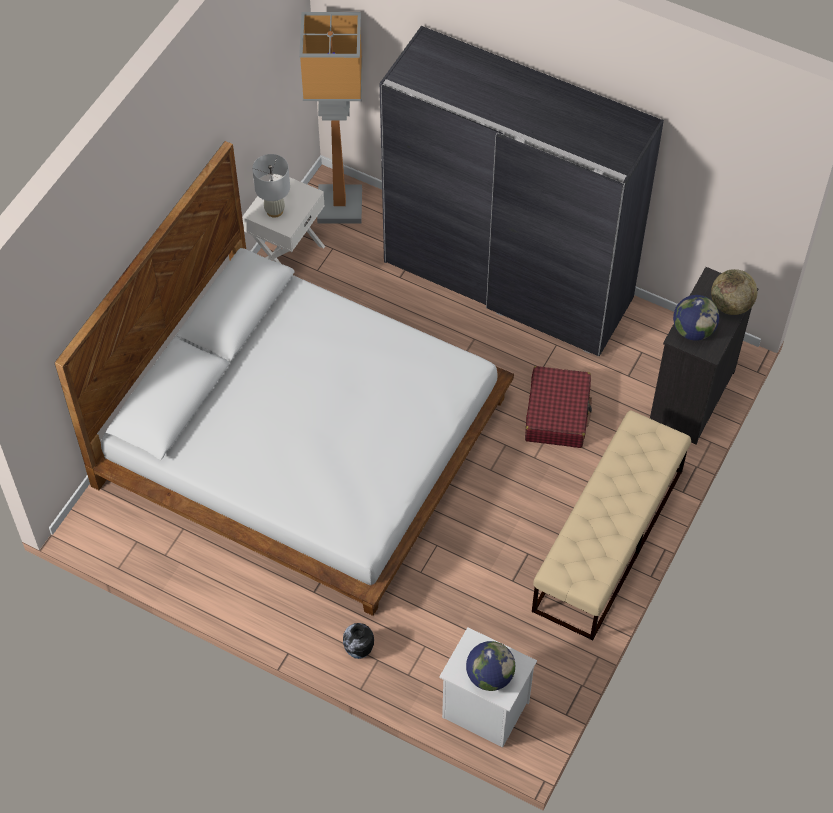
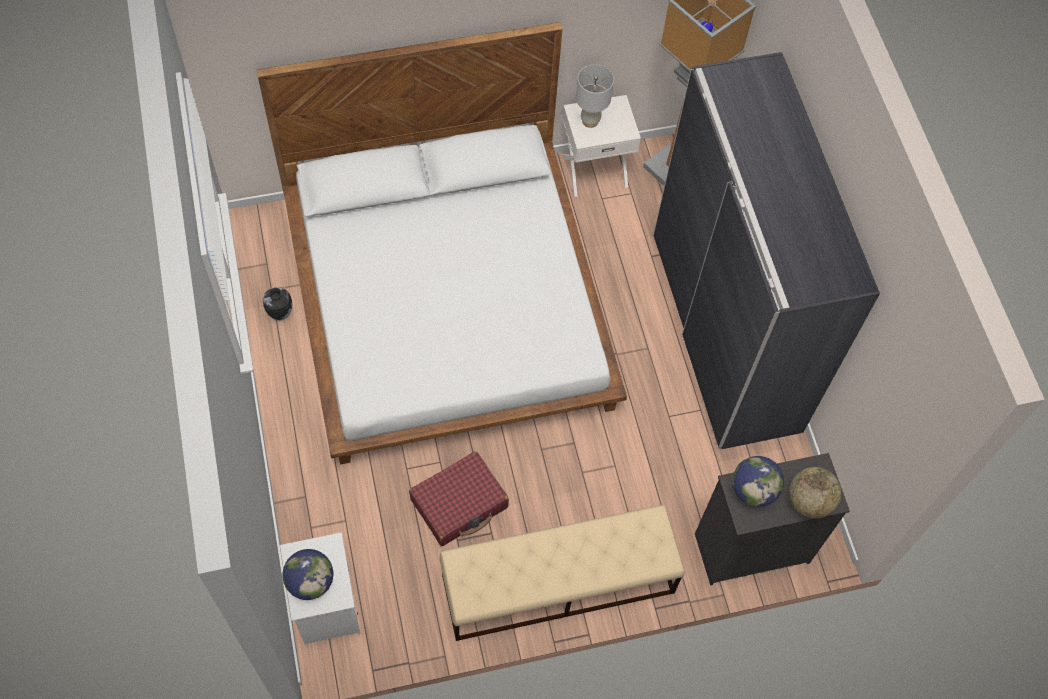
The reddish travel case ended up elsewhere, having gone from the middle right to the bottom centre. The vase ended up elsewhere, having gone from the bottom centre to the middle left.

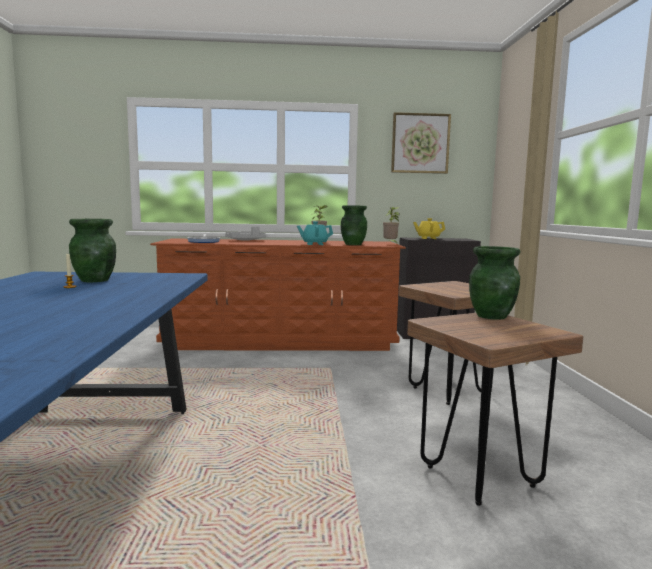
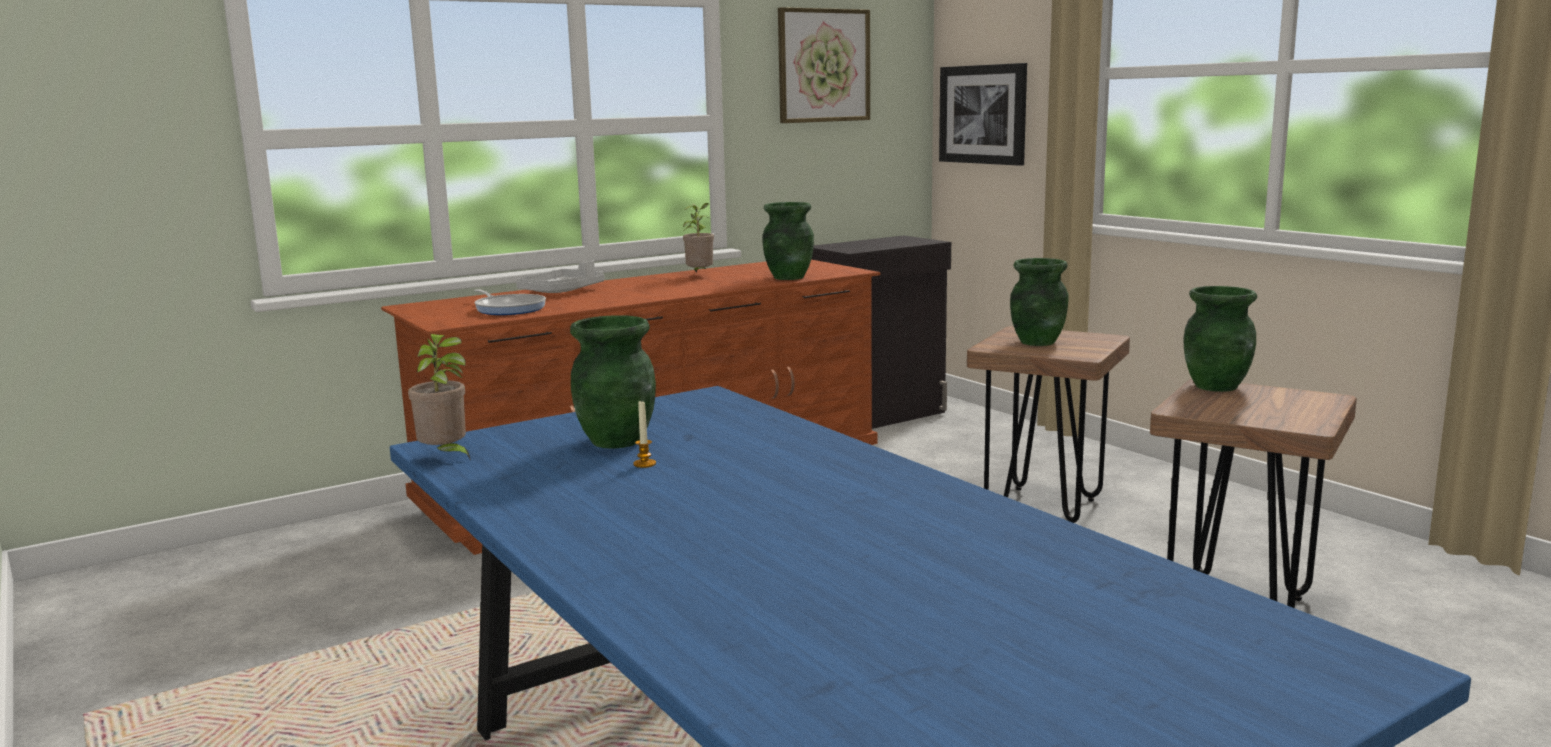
The plant in a pot (2nd from left in the first image) ended up elsewhere, having gone from the centre to the middle left. The second view lost the yellowish tea pot at the centre. The second view lost the turquoise tea pot at the centre. The second view gained the wall art (2nd from left) at the top centre. The second view gained the green-coloured vase (3rd from left) at the middle right.

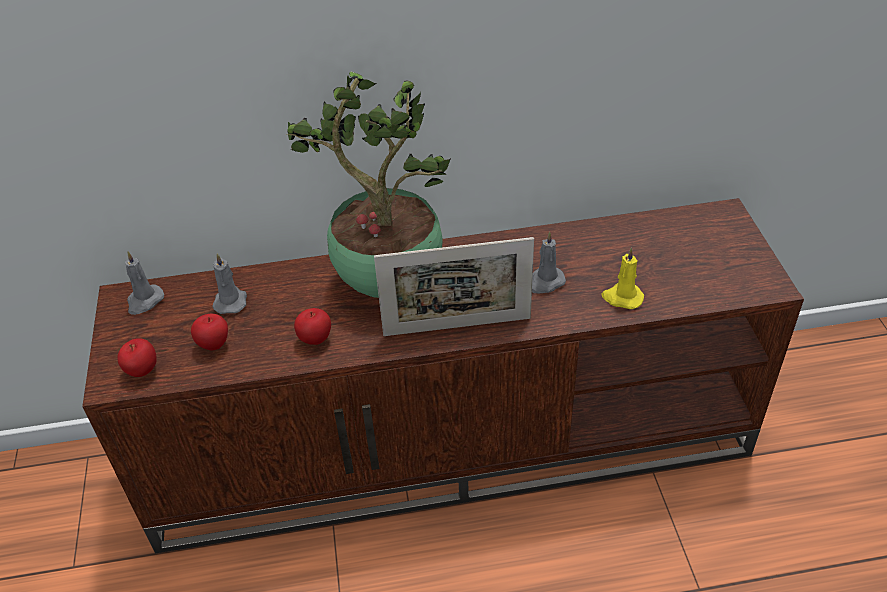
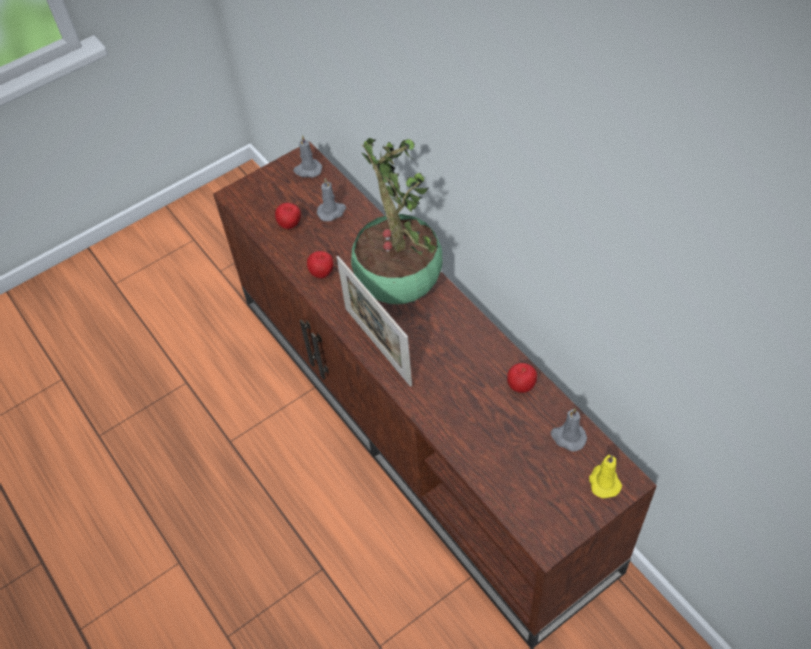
The gray wax light (3rd from left) ended up elsewhere, having gone from the centre to the middle right. The yellowish wax light ended up elsewhere, having gone from the middle right to the bottom right. The apple (1st from left in the first image) ended up elsewhere, having gone from the middle left to the centre.

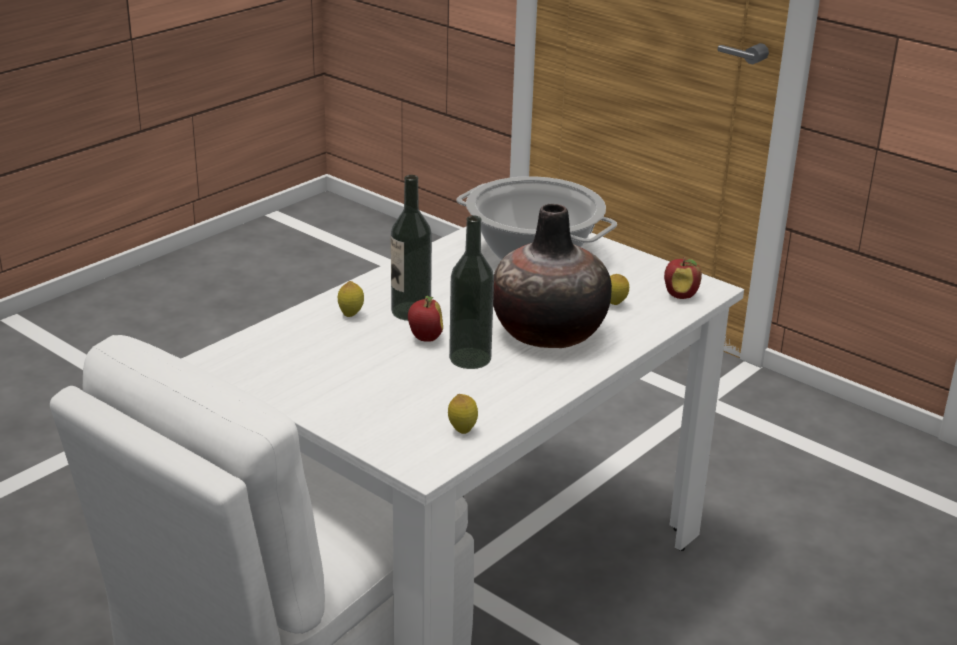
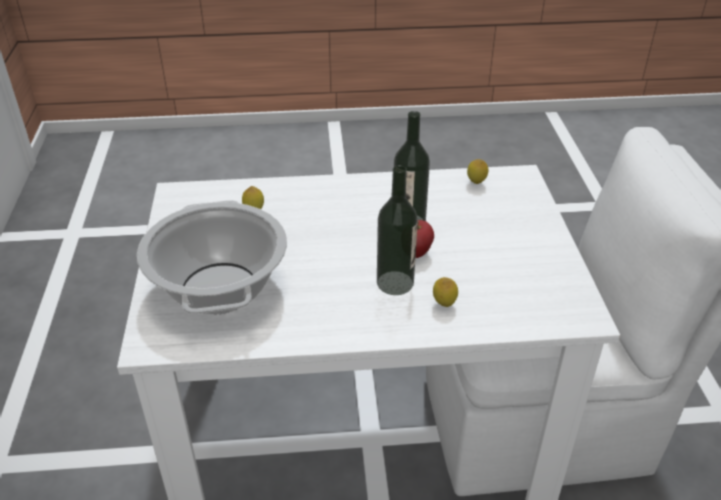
The second view lost the vase at the centre. The second view lost the apple (2nd from left) at the middle right.

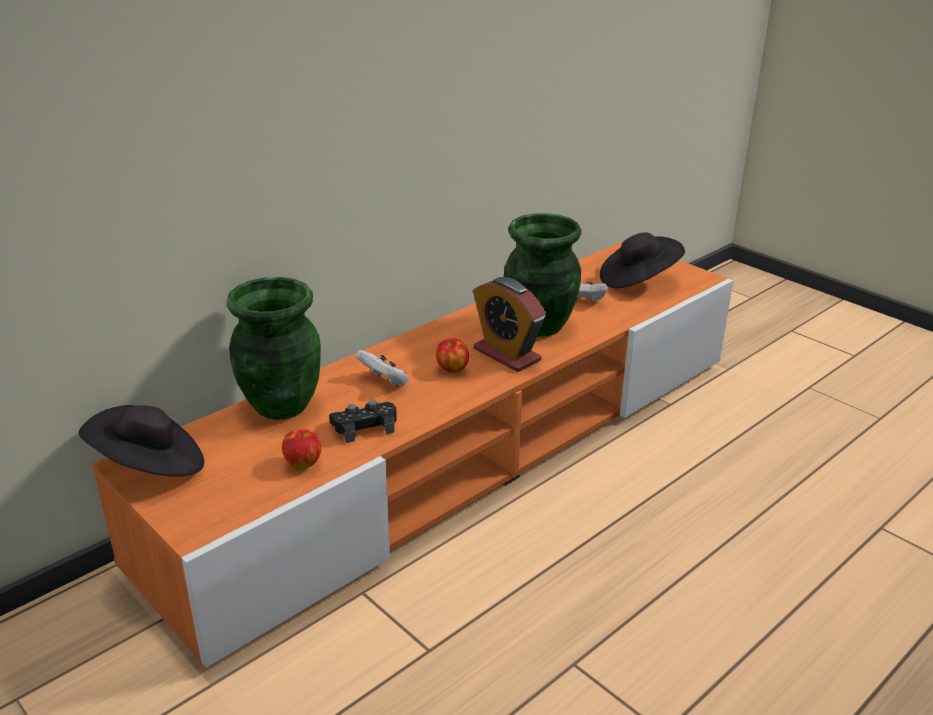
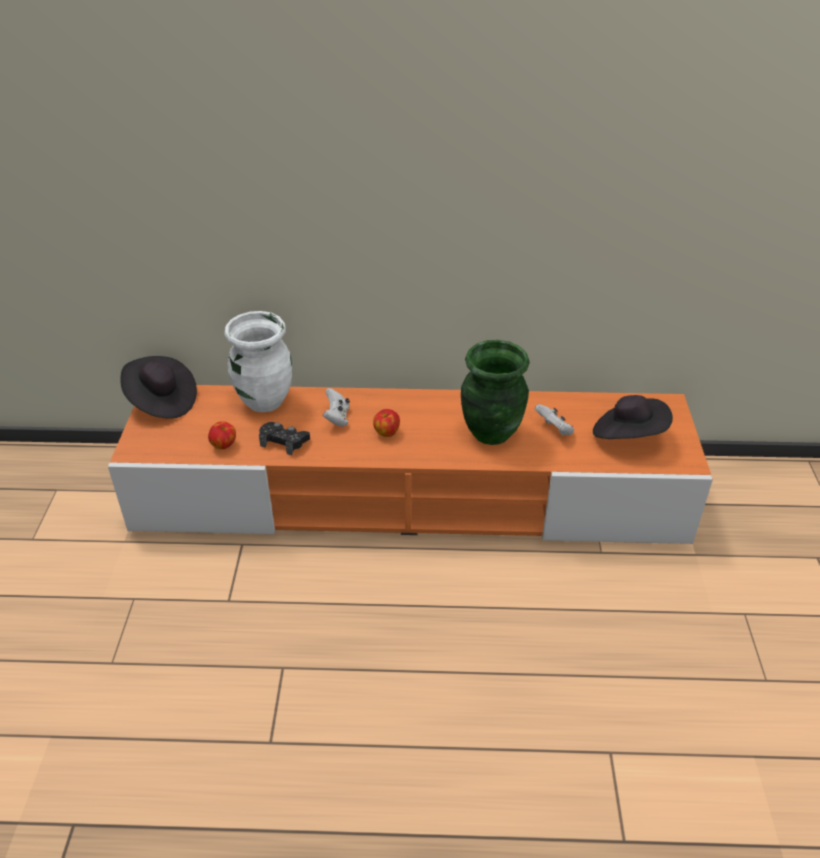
What was the green-coloured vase (1st from left) at the middle left turned into the whitish vase at the middle left. The second view lost the alarm clock at the centre.

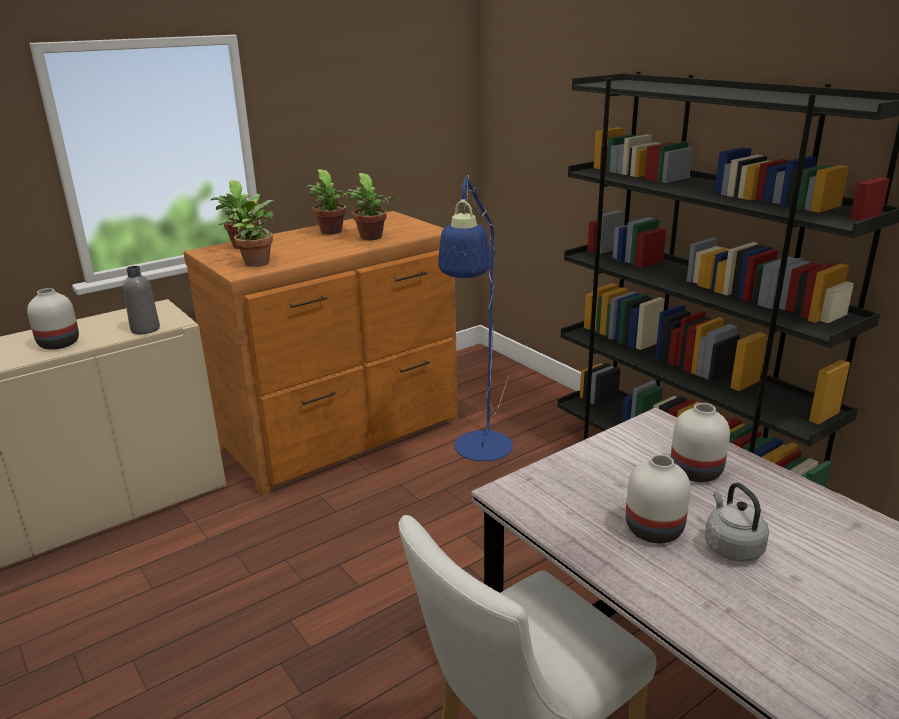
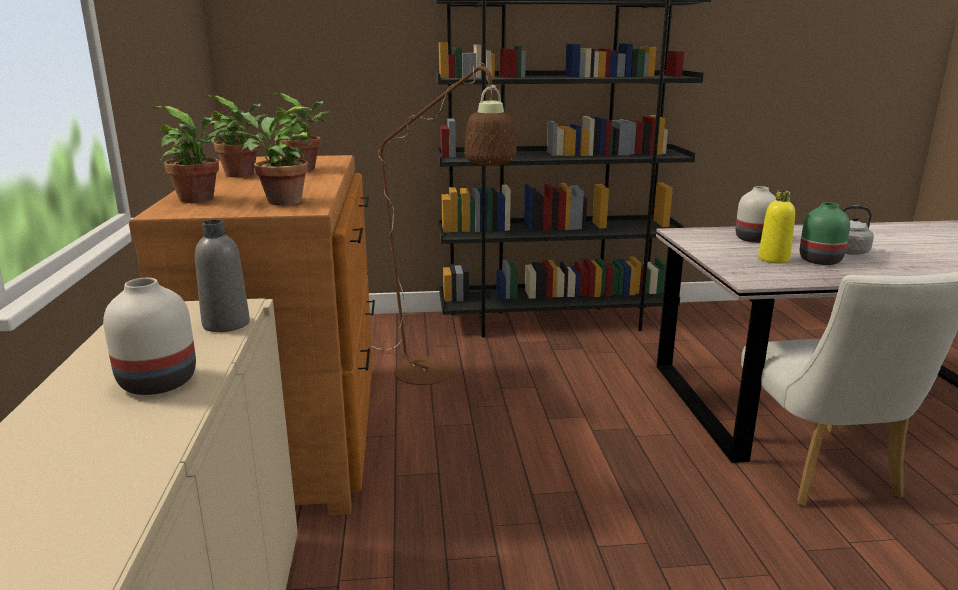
What was the bluish standing lamp at the centre turned into the brown-coloured standing lamp at the centre. What was the whitish vase (2nd from left) at the bottom right turned into the green-coloured vase at the middle right. The second view gained the yellowish drink bottle at the middle right.

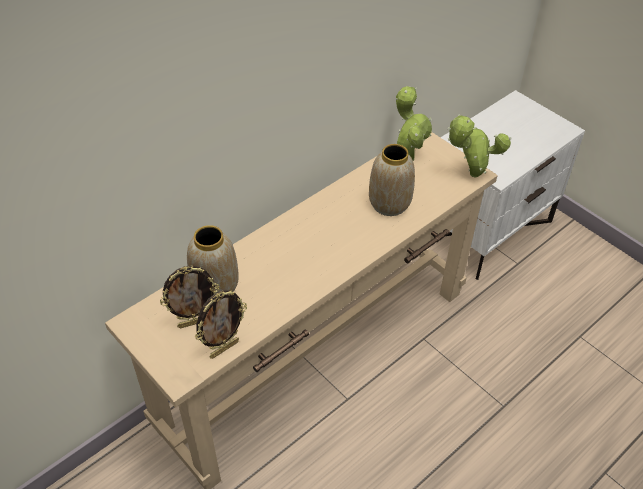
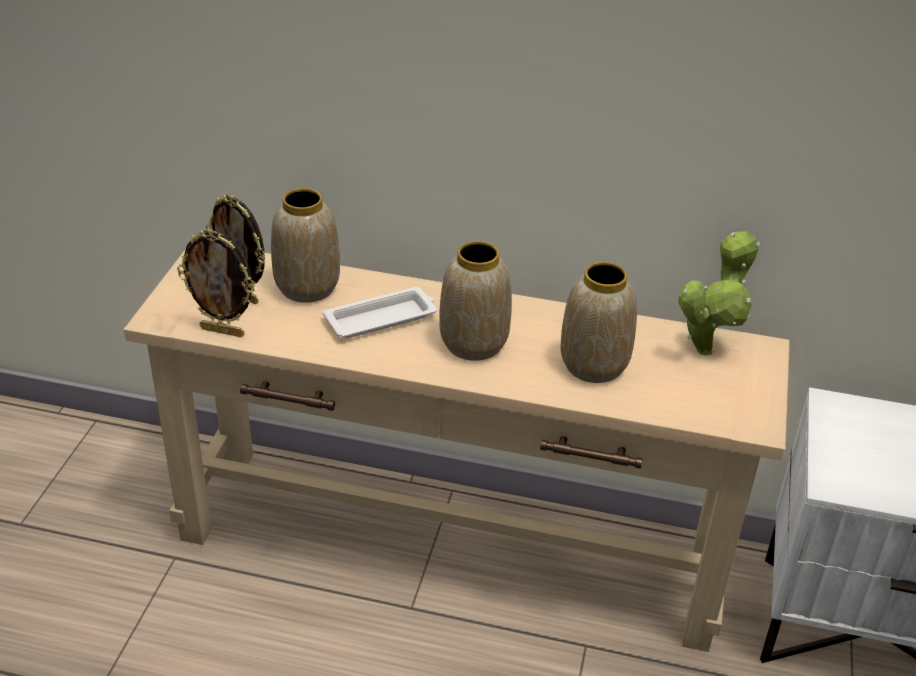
The second view lost the plant in a pot (2nd from left) at the top right. The second view gained the vase (2nd from left) at the centre. The second view gained the whitish tray at the centre.

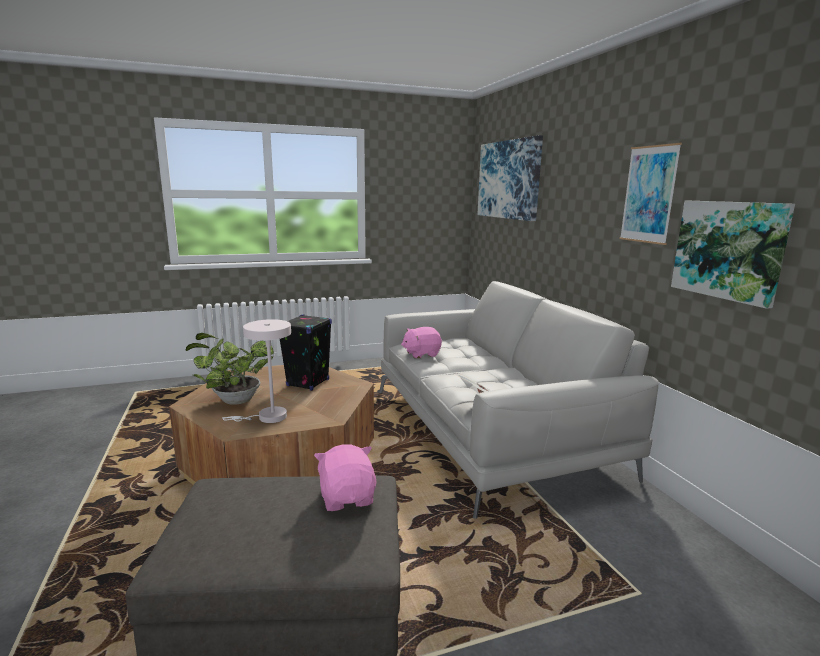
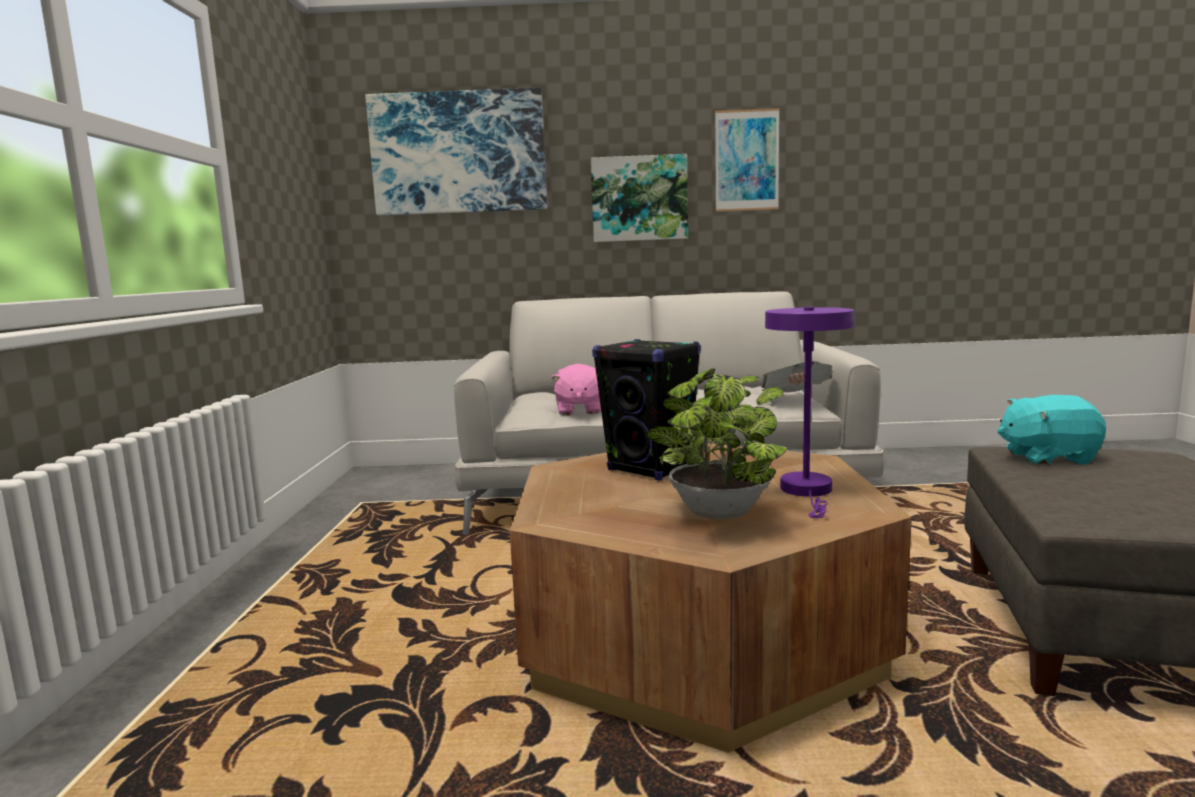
The wall art (3rd from left in the first image) ended up elsewhere, having gone from the middle right to the top centre. What was the whitish table lamp at the middle left turned into the purple table lamp at the middle right. What was the pinkish soft toy (1st from left) at the bottom centre turned into the turquoise soft toy at the middle right.

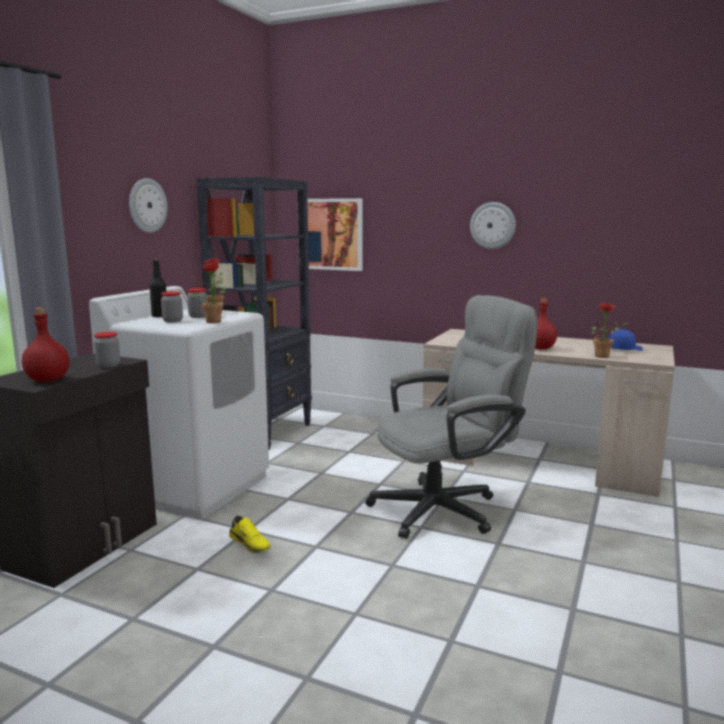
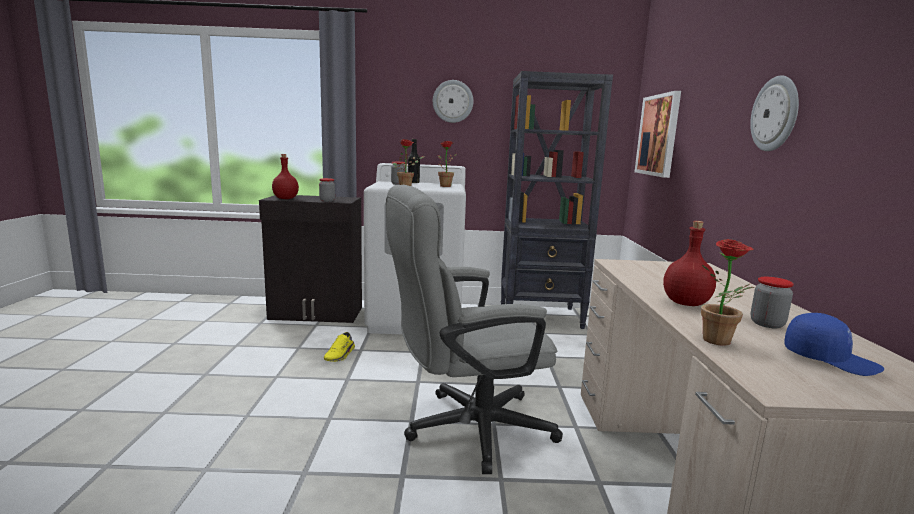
The preserve jar (3rd from left) ended up elsewhere, having gone from the middle left to the middle right. The gray computer chair at the centre ended up facing another way, 120 degrees clockwise from before.

